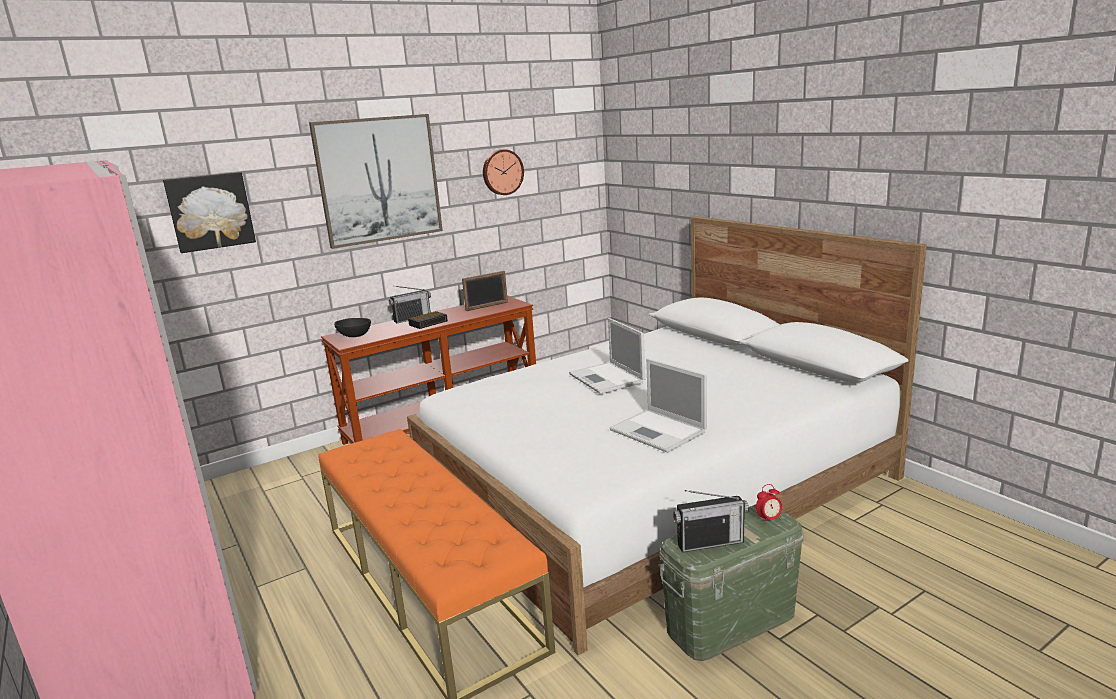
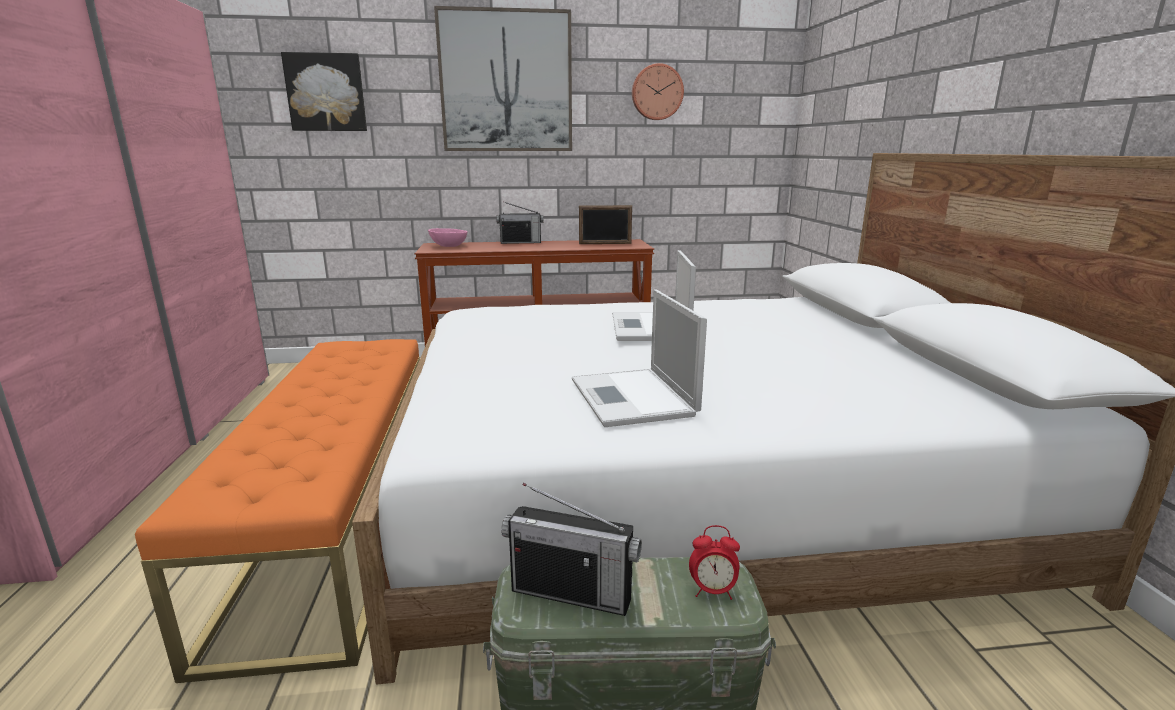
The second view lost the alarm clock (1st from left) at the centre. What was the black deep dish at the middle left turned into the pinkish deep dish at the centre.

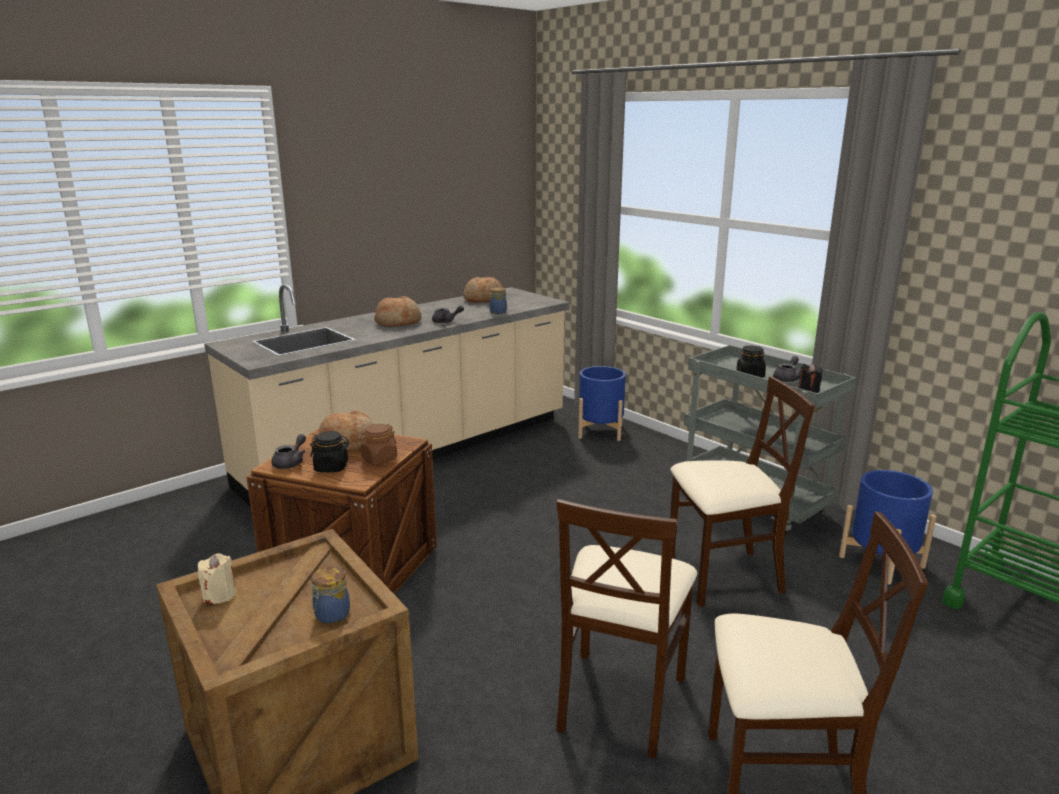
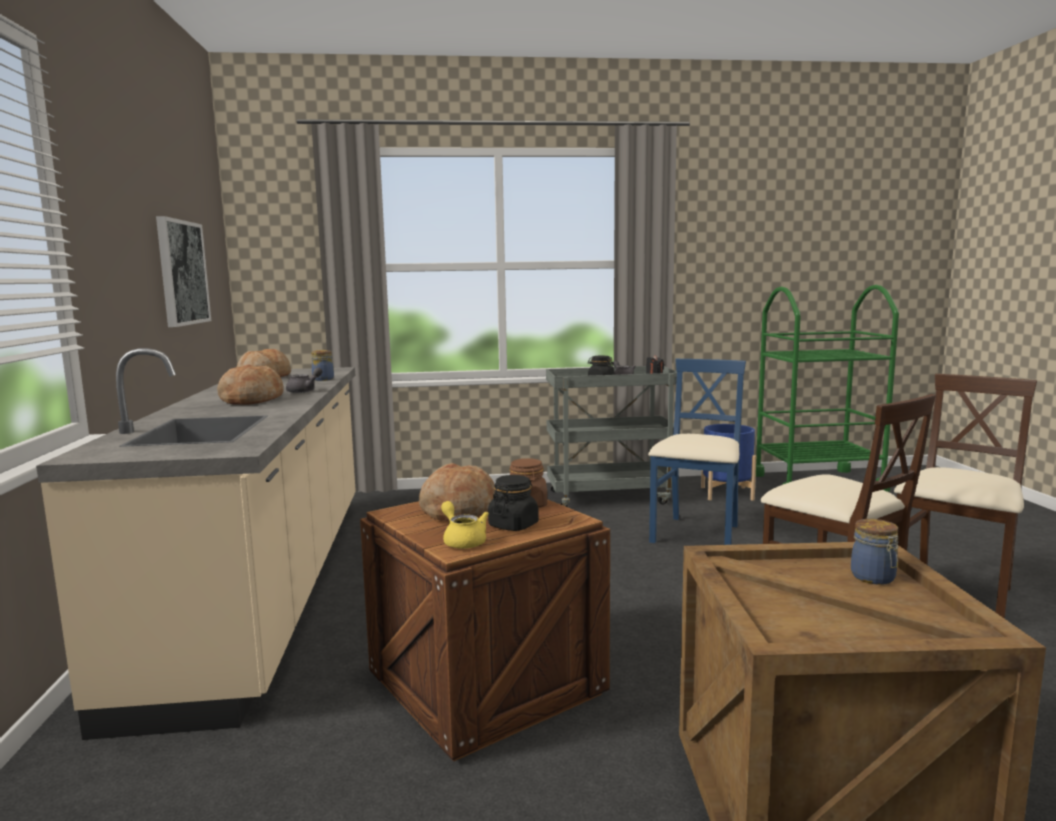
The second view lost the bluish plant pot (1st from left) at the centre. What was the sand-coloured chair (2nd from left) at the middle right turned into the bluish chair at the centre. What was the gray tea pot (1st from left) at the middle left turned into the yellowish tea pot at the centre. The second view lost the sand-coloured wax light at the bottom left. The second view gained the wall art at the top left.

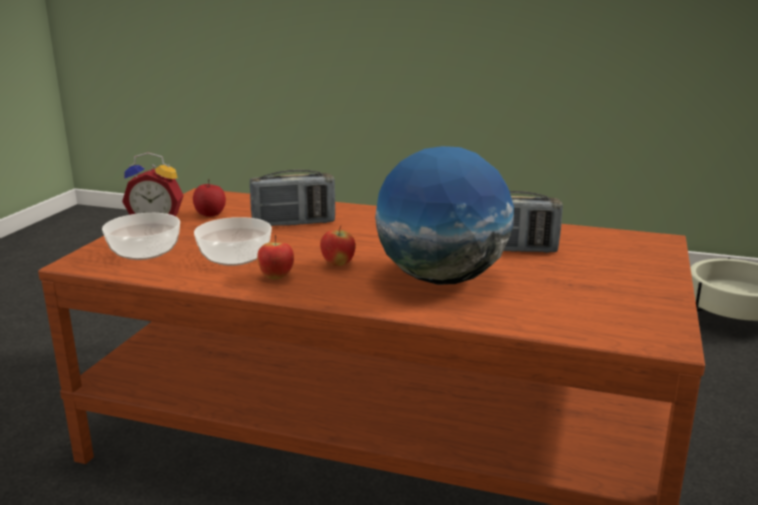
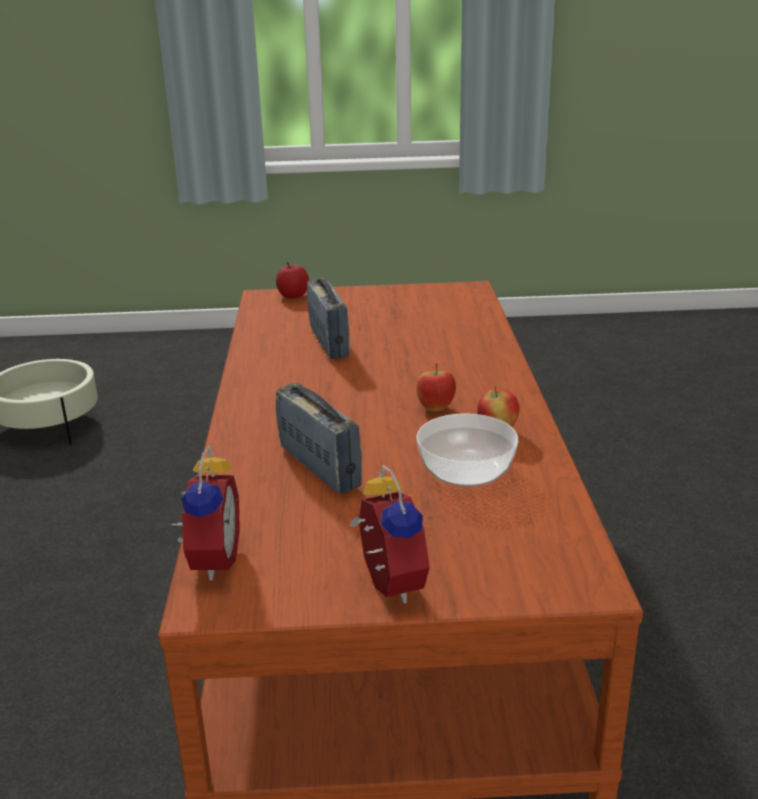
The second view lost the globe at the centre. The apple (1st from left) ended up elsewhere, having gone from the middle left to the centre. The second view lost the deep dish (1st from left) at the middle left. The second view gained the alarm clock (1st from left) at the middle left.

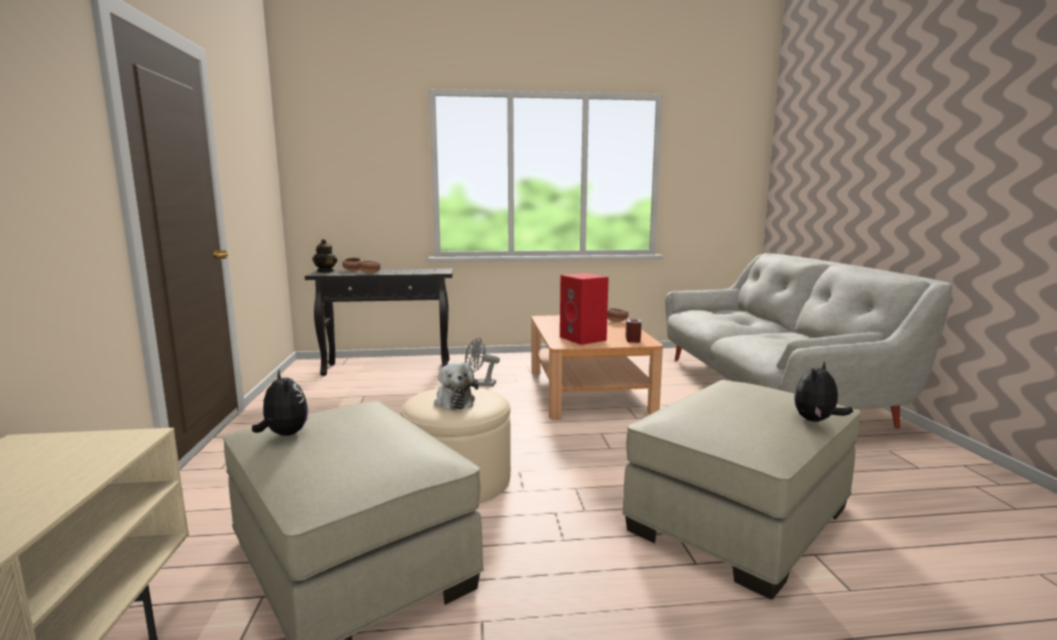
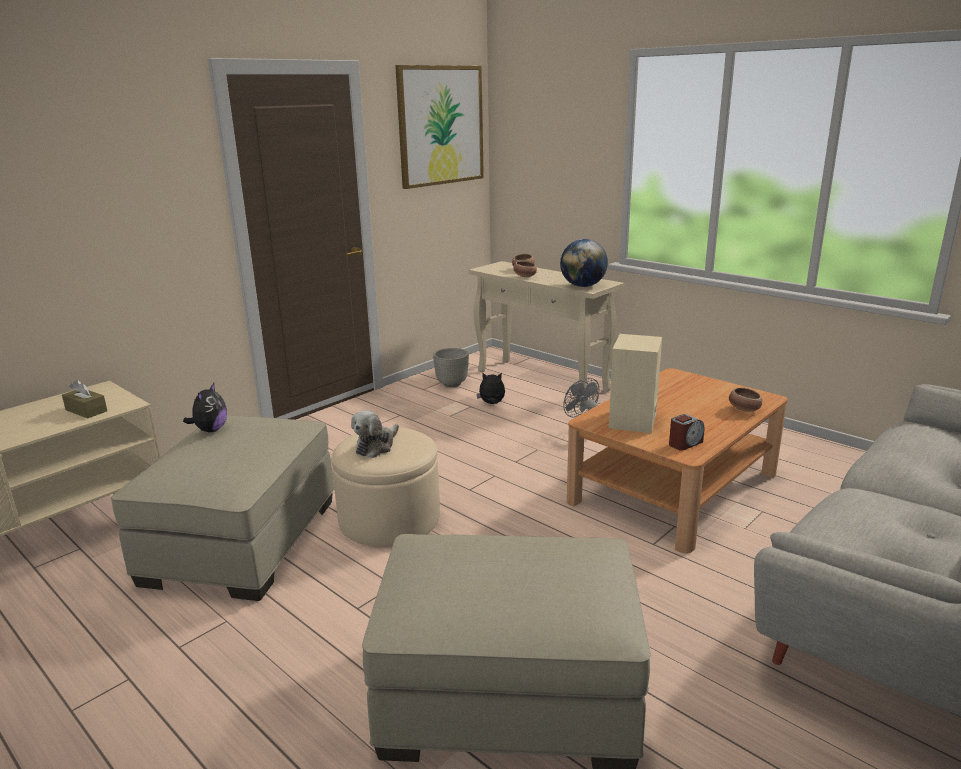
The second view lost the tea pot at the middle left. What was the black narrow table at the centre turned into the sand-coloured narrow table at the centre. What was the reddish loudspeaker at the centre turned into the sand-coloured loudspeaker at the centre. The soft toy (3rd from left) ended up elsewhere, having gone from the middle right to the centre. The second view gained the wall art at the top centre. The second view gained the globe at the centre. The second view gained the gray plant pot at the centre. The second view gained the brown-coloured tissue holder at the middle left.

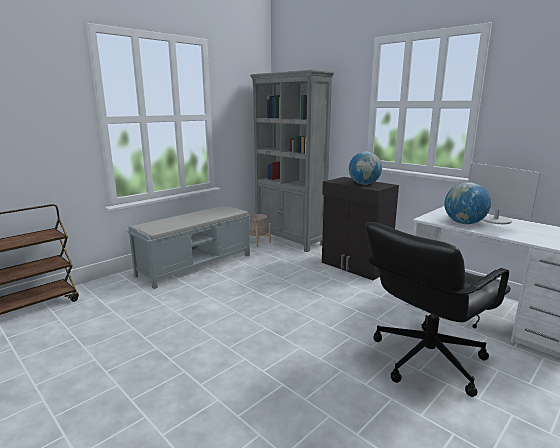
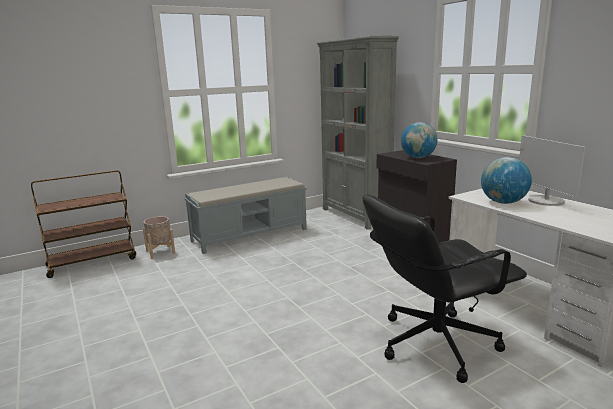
The sand-coloured plant pot ended up elsewhere, having gone from the centre to the middle left.

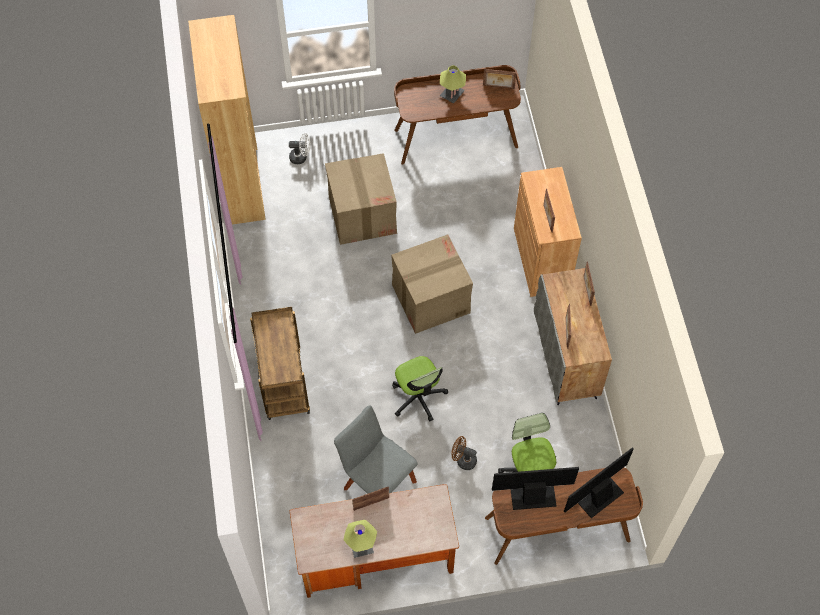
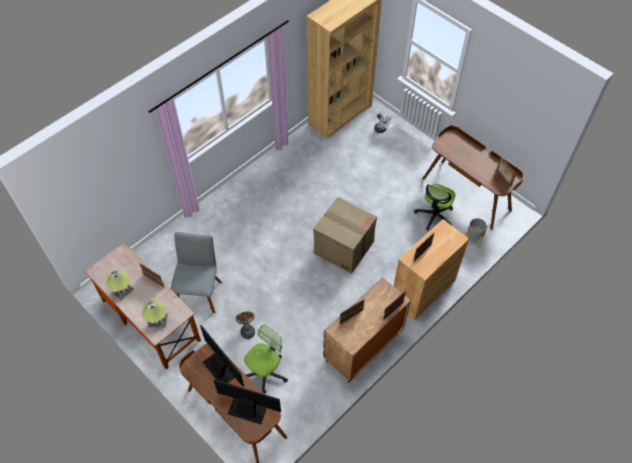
The table lamp (2nd from left) ended up elsewhere, having gone from the top centre to the bottom left. The second view lost the packing box (1st from left) at the top centre. The second view lost the brown-coloured wheeled cart at the centre. The computer chair (1st from left in the first image) ended up elsewhere, having gone from the centre to the middle right. The second view gained the gray plant pot at the middle right.

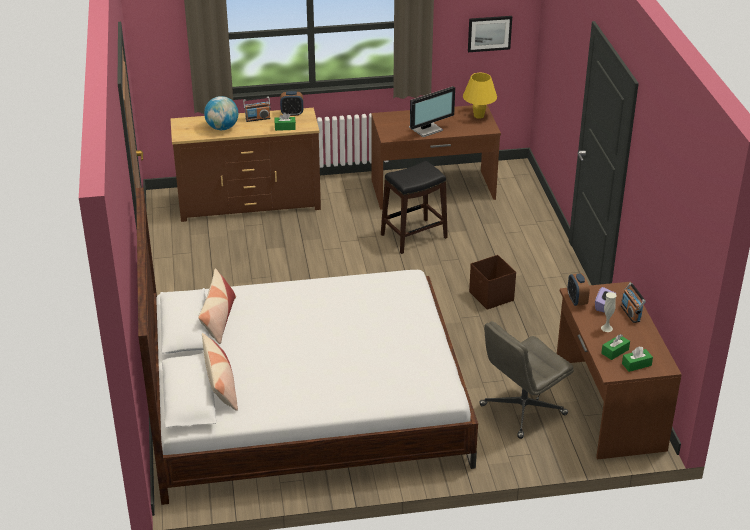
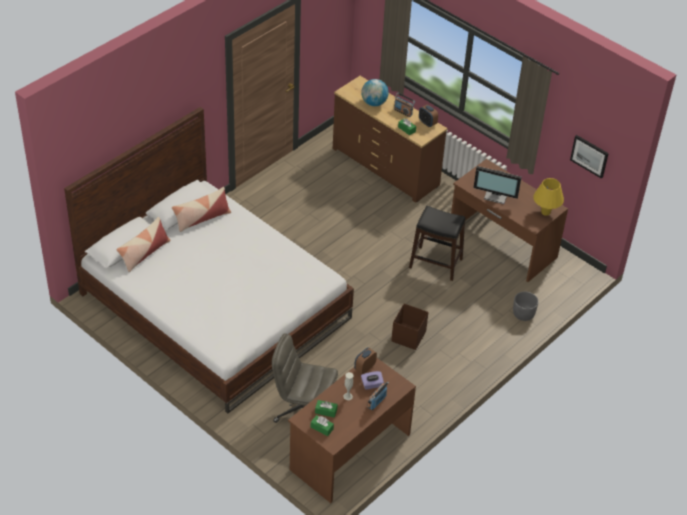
The second view gained the gray plant pot at the middle right.

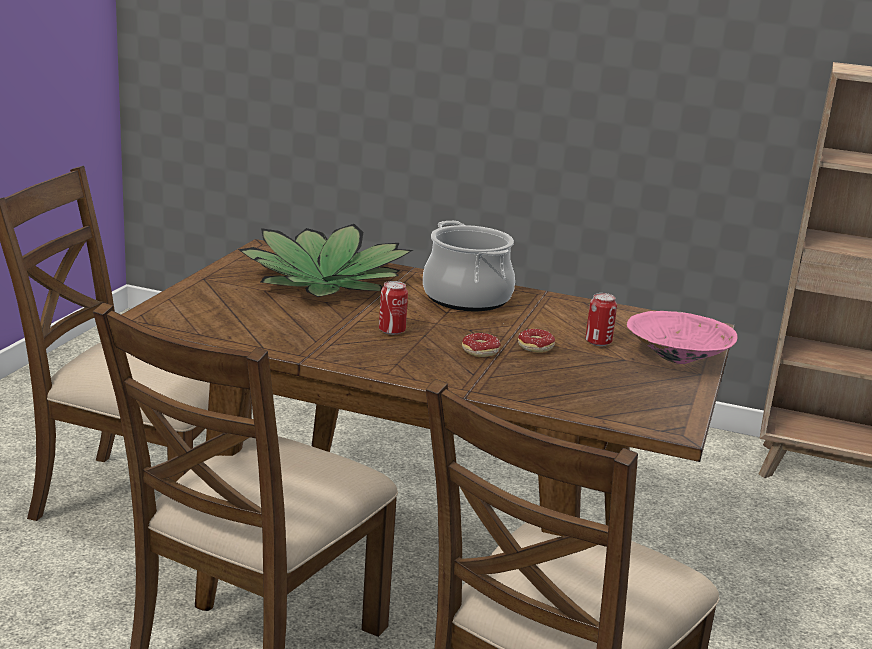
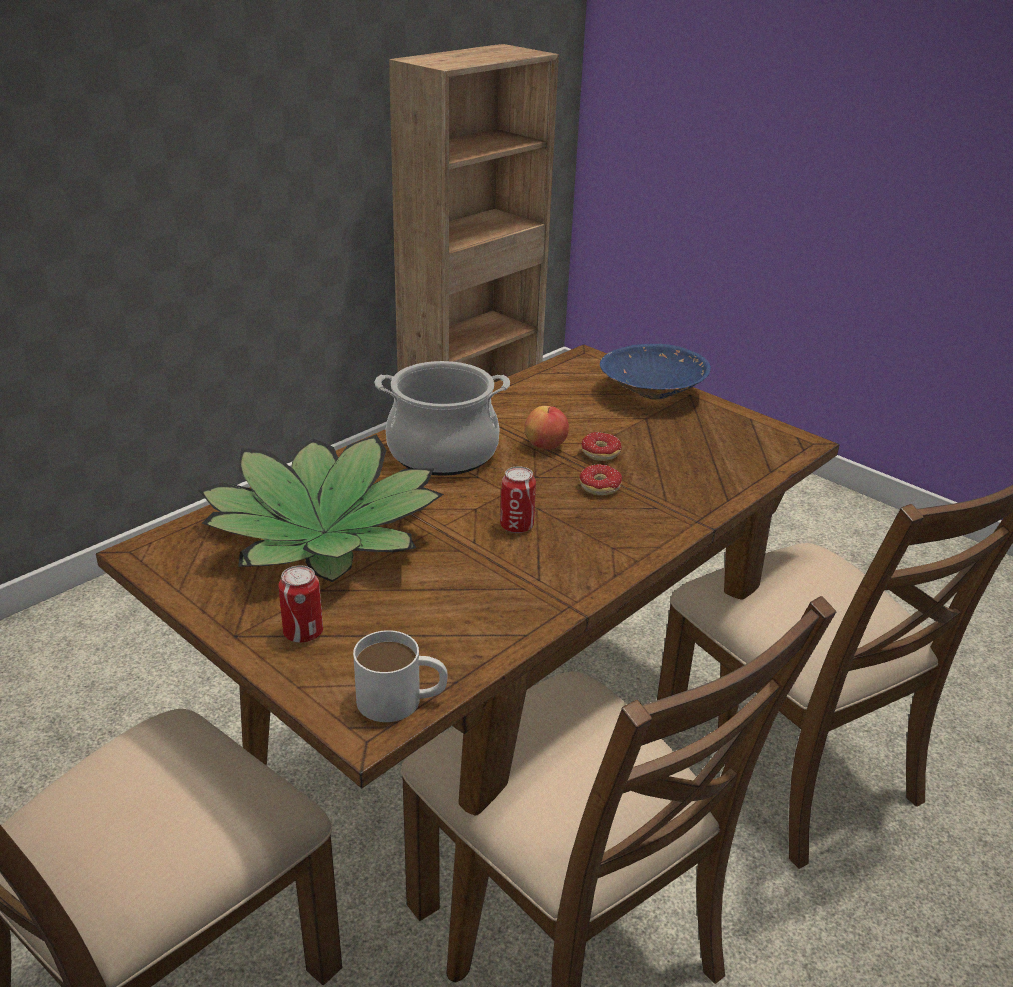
The sealed can (2nd from left in the first image) ended up elsewhere, having gone from the middle right to the middle left. What was the pinkish deep dish at the middle right turned into the bluish deep dish at the centre. The second view gained the apple at the centre. The second view gained the whitish mug at the bottom centre.

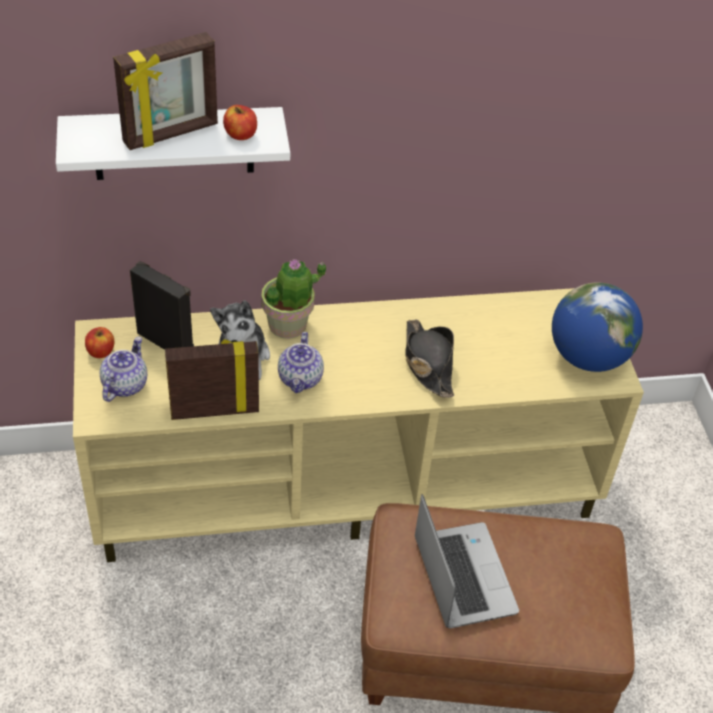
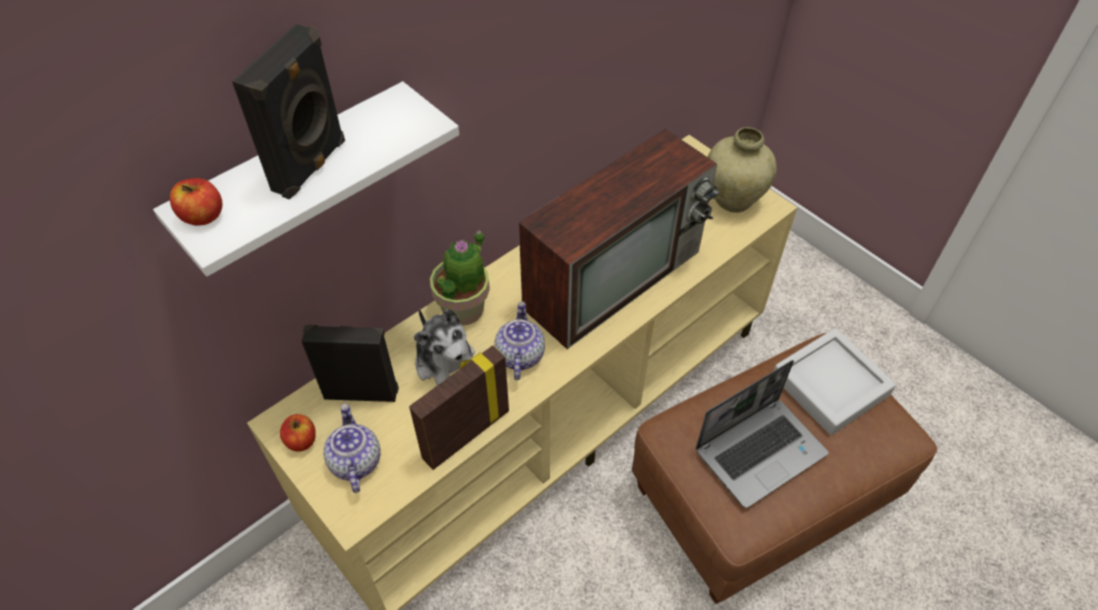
Where the standing frame (1st from left) stood at the top left, the black loudspeaker (1st from left) came to stand at the top left. The apple (2nd from left in the first image) ended up elsewhere, having gone from the top centre to the top left. Where the globe stood at the middle right, the sand-coloured vase came to stand at the top right. Where the black wearable hat stood at the centre, the TV came to stand at the centre. The tea pot (2nd from left) at the centre ended up facing another way, 150 degrees counterclockwise from before. The laptop at the bottom centre ended up facing another way, 105 degrees clockwise from before. The second view gained the gray tray at the middle right.

